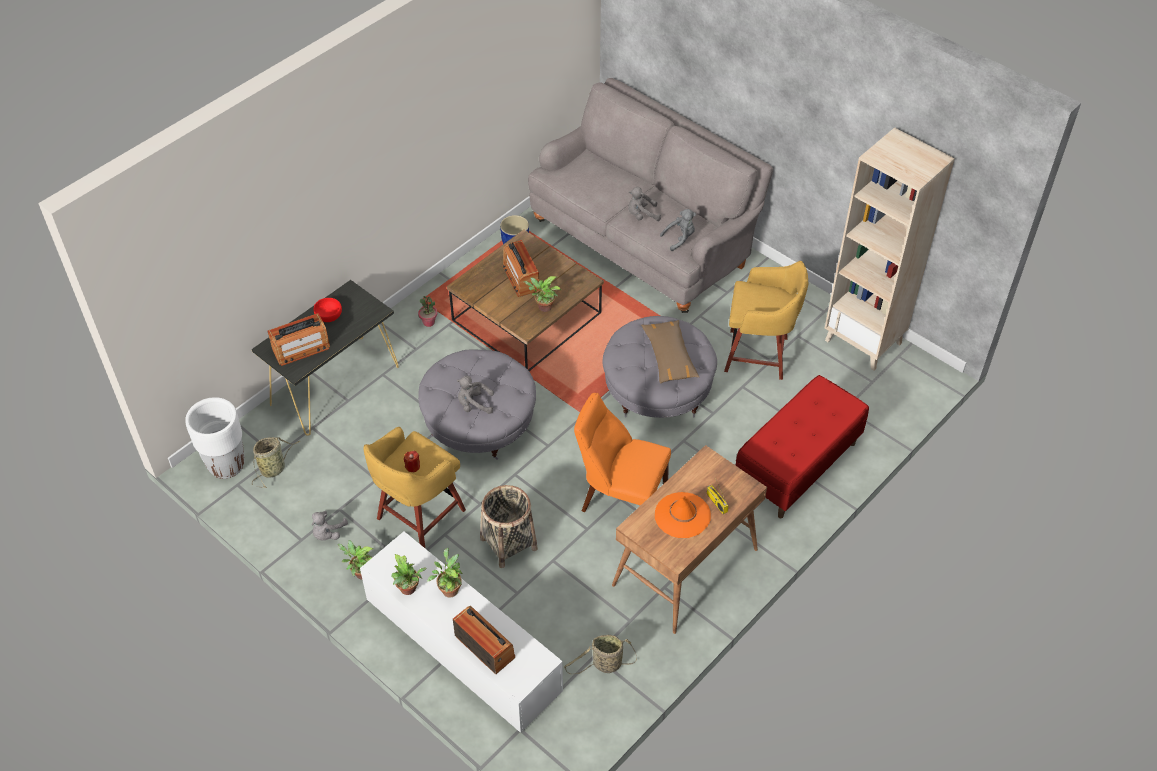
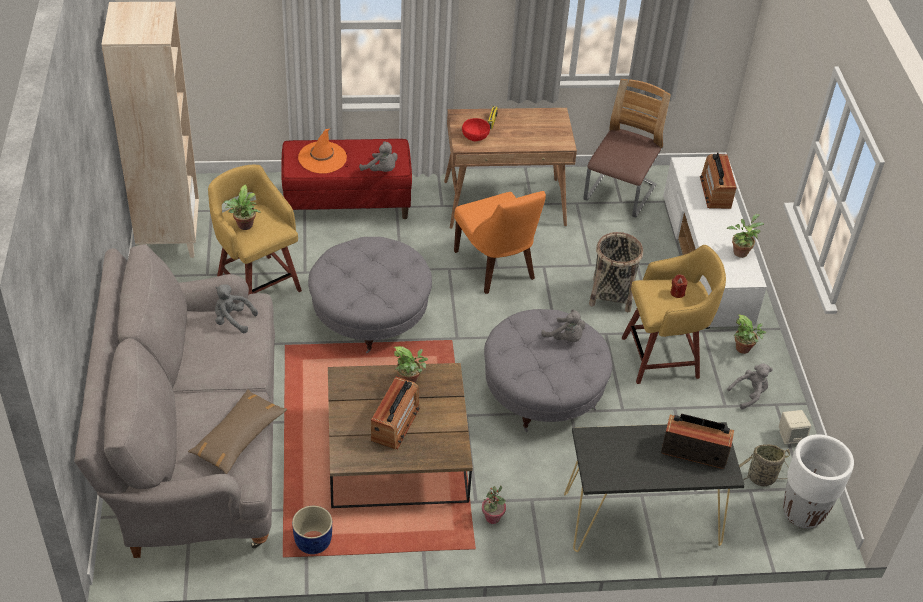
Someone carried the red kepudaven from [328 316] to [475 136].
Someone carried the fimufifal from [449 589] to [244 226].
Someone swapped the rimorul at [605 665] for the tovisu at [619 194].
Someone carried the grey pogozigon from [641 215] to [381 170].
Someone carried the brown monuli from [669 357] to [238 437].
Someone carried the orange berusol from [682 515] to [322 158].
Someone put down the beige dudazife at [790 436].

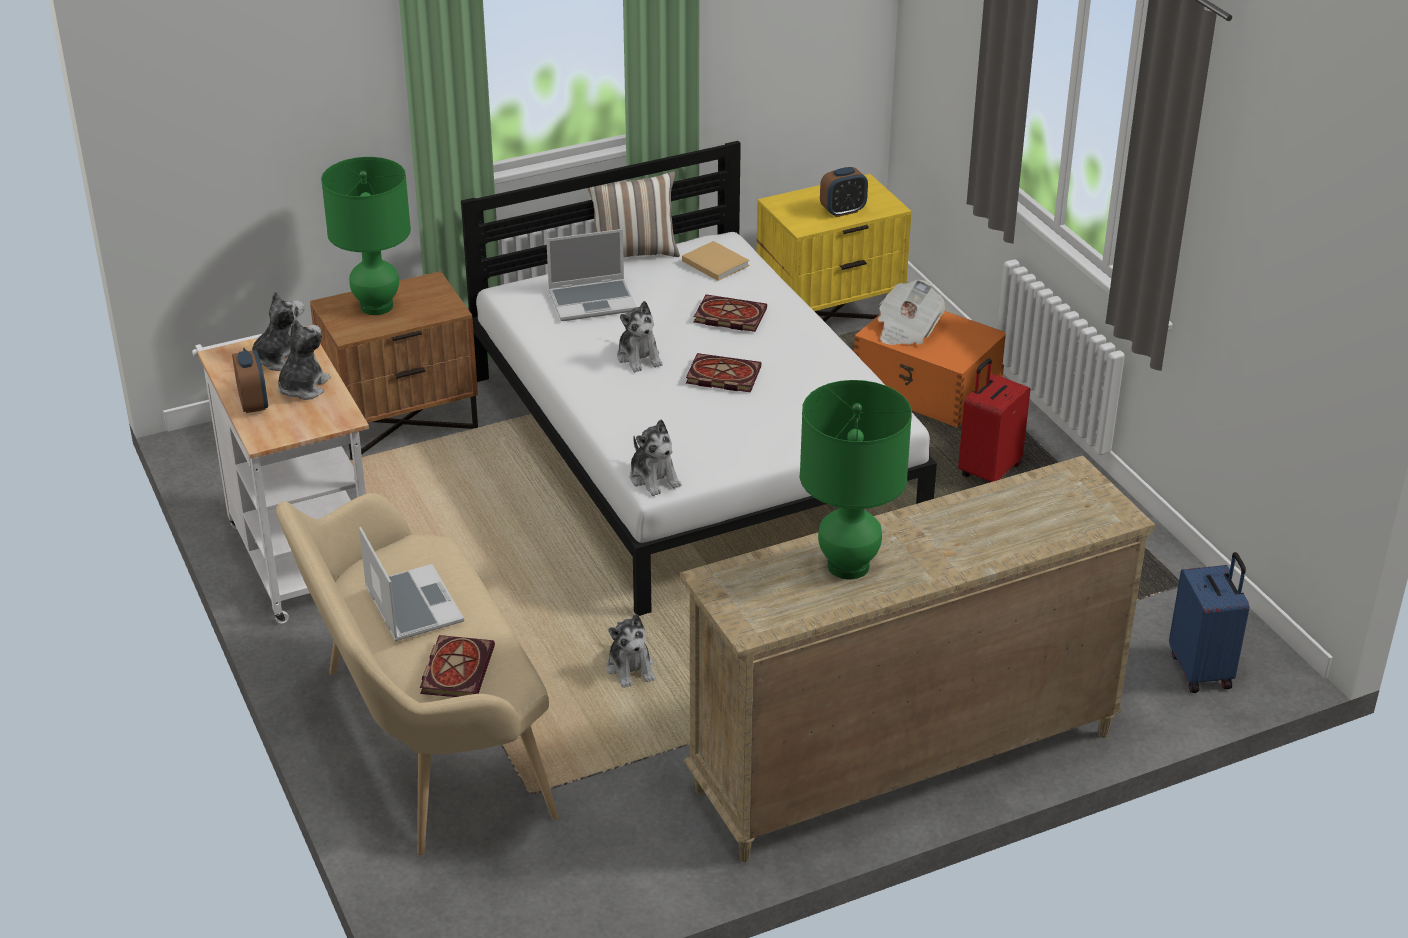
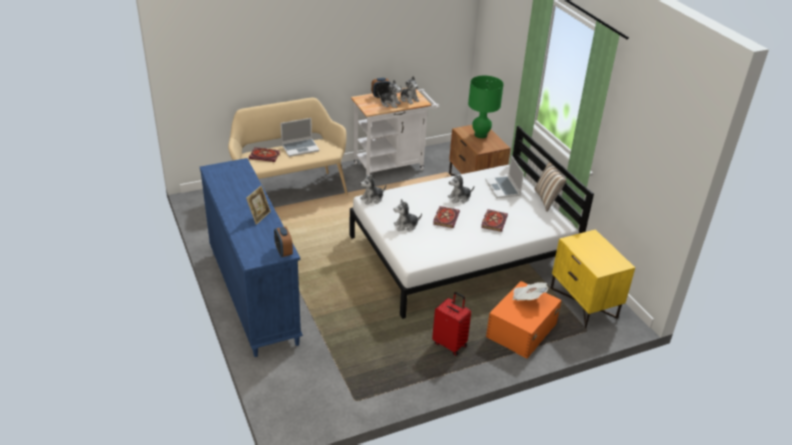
Someone carried the pogozigon from [631 668] to [406 226].
Someone repainted the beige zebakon at [902 762], which became the blue zebakon at [253 295].
Someone took away the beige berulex at [714 262].
Someone took away the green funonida at [848 566].
Someone carried the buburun from [843 211] to [283 252].
Someone took away the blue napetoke at [1202 670].
Someone put down the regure at [259 216].

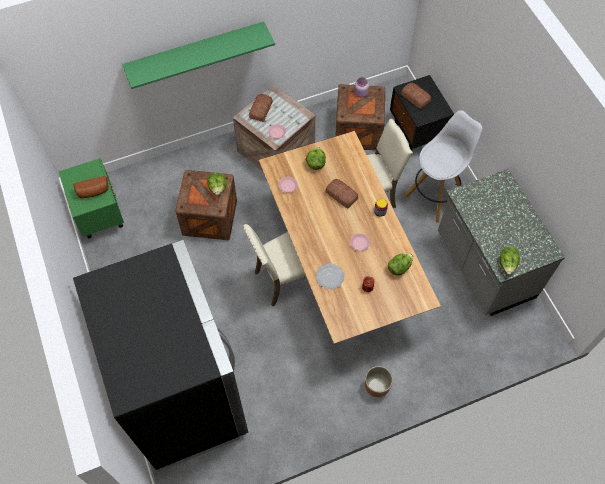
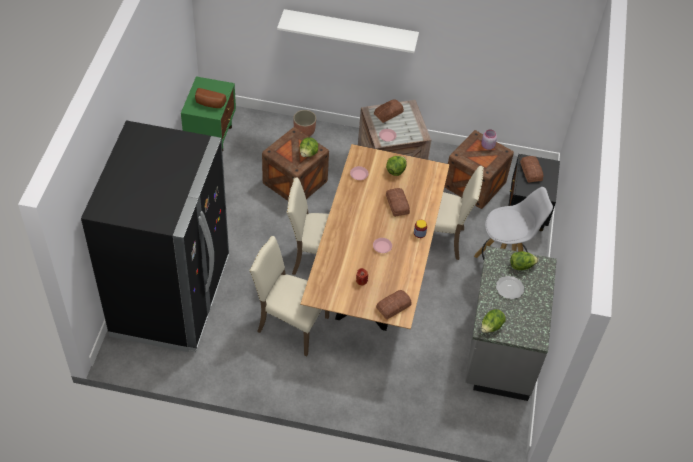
Someone repainted the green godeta at [195 51], which became the white godeta at [350 29].
Someone carried the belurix from [329 277] to [509 288].
Someone carried the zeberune from [376 386] to [304 131].
Someone carried the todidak from [399 267] to [521 266].
Someone put down the beige tovisu at [290 325].
Someone put down the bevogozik at [394 307].

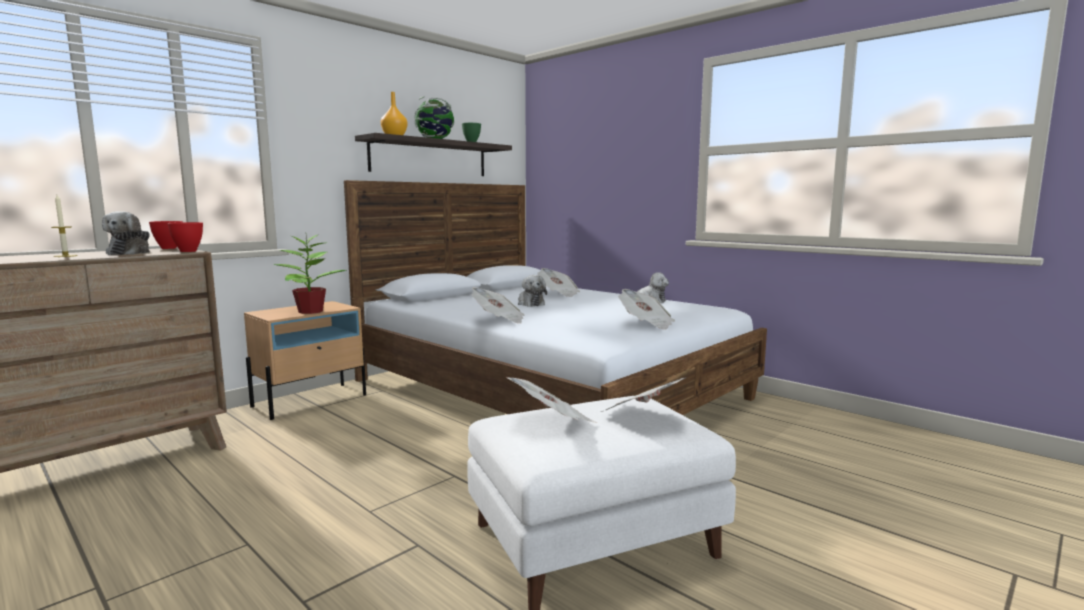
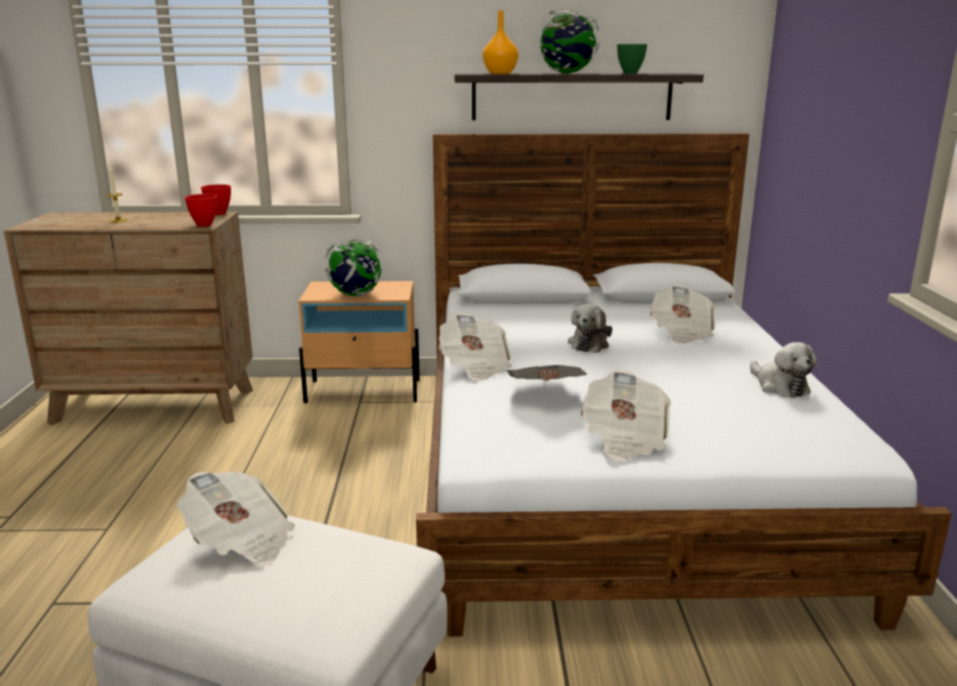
Someone took away the pogozigon at [130 253].
Someone swapped the fimufifal at [310 311] for the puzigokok at [355 295].
Someone carried the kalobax from [641 417] to [545 394].

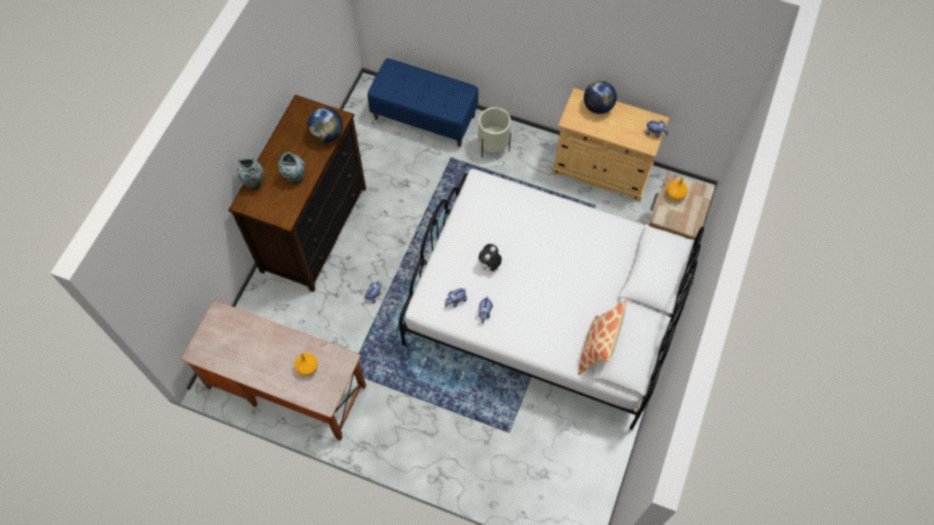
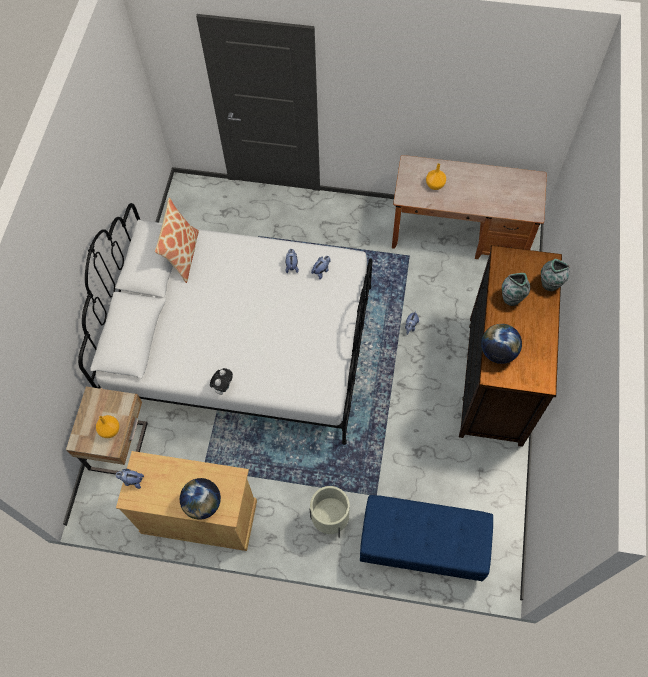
Someone carried the pogozigon from [489 265] to [223 387].

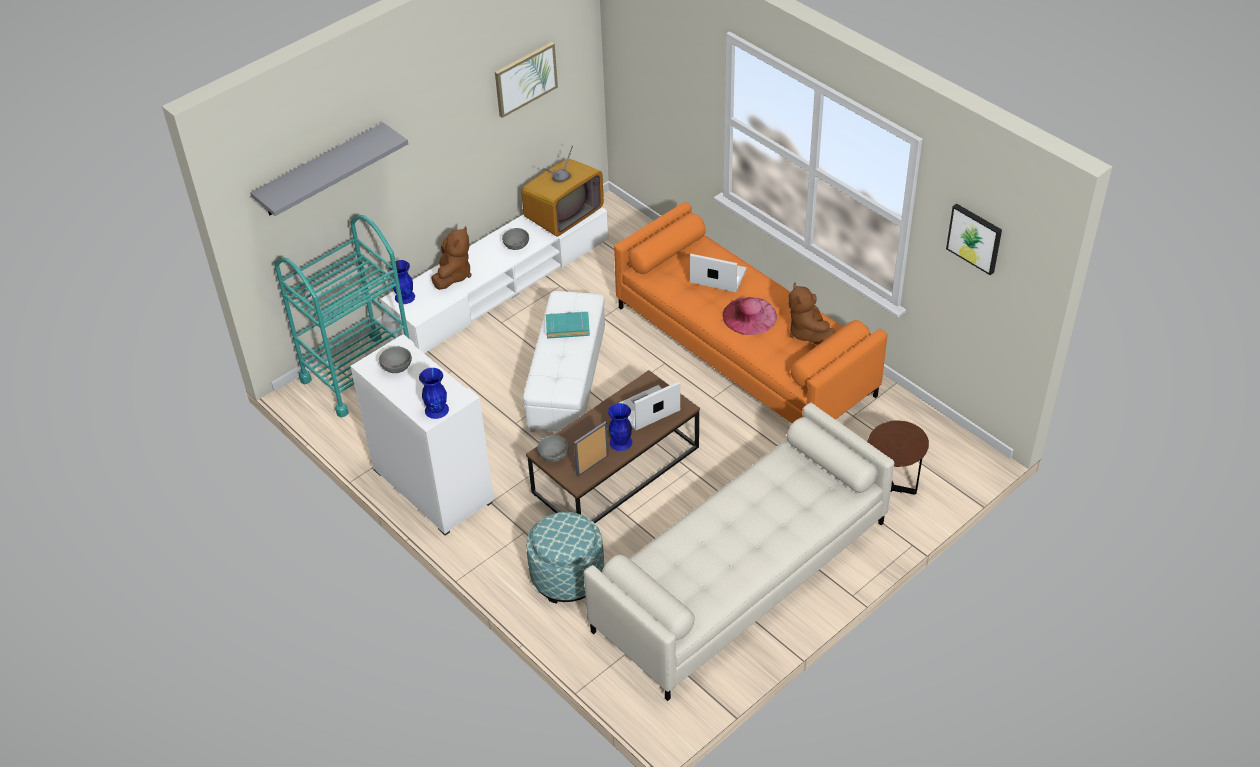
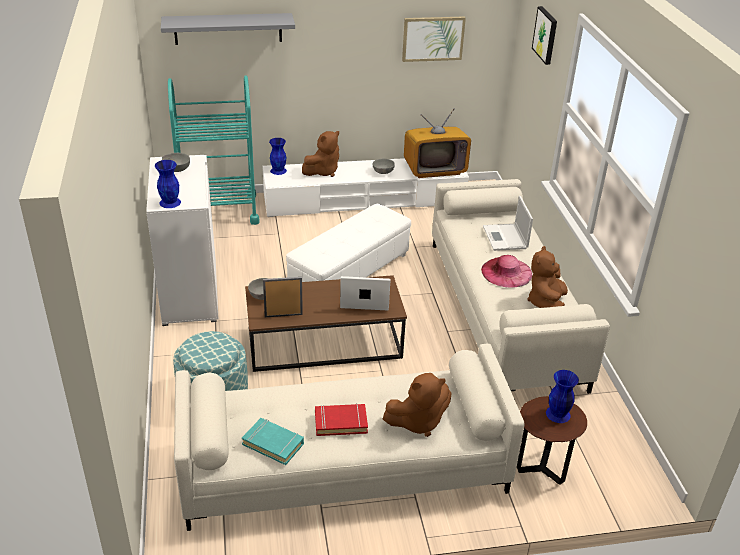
Someone carried the turquoise berulex from [567 327] to [273 444].
Someone carried the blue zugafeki from [620 442] to [557 414].
Someone repainted the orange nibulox at [745 351], which became the beige nibulox at [504 312].
Someone rotated the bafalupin at [717 276] by 150 degrees counterclockwise.
Someone carried the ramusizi from [975 238] to [546 35].
Someone put down the red berulex at [340 422].
Someone put down the brown pogozigon at [418 422].

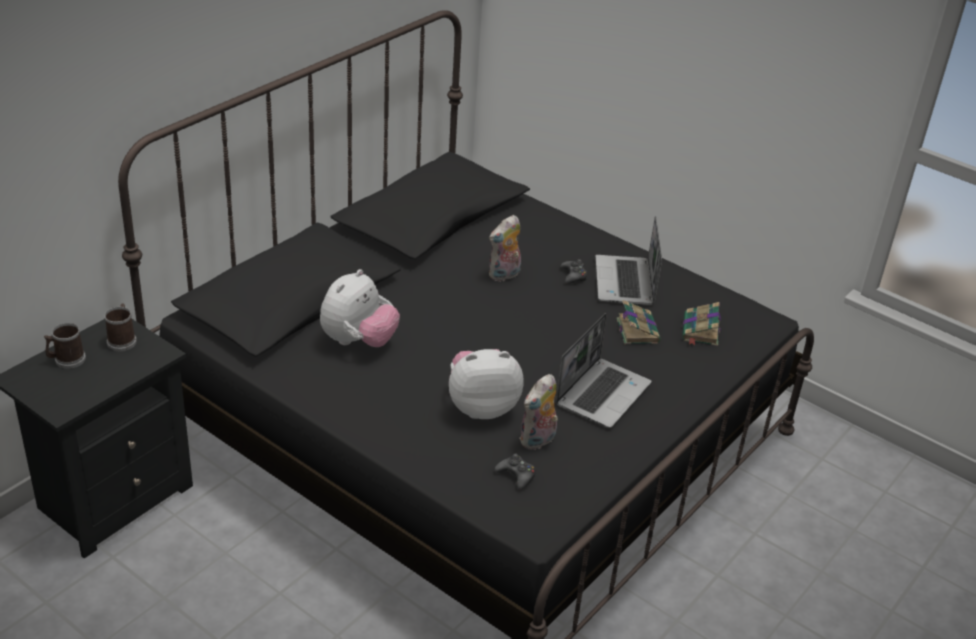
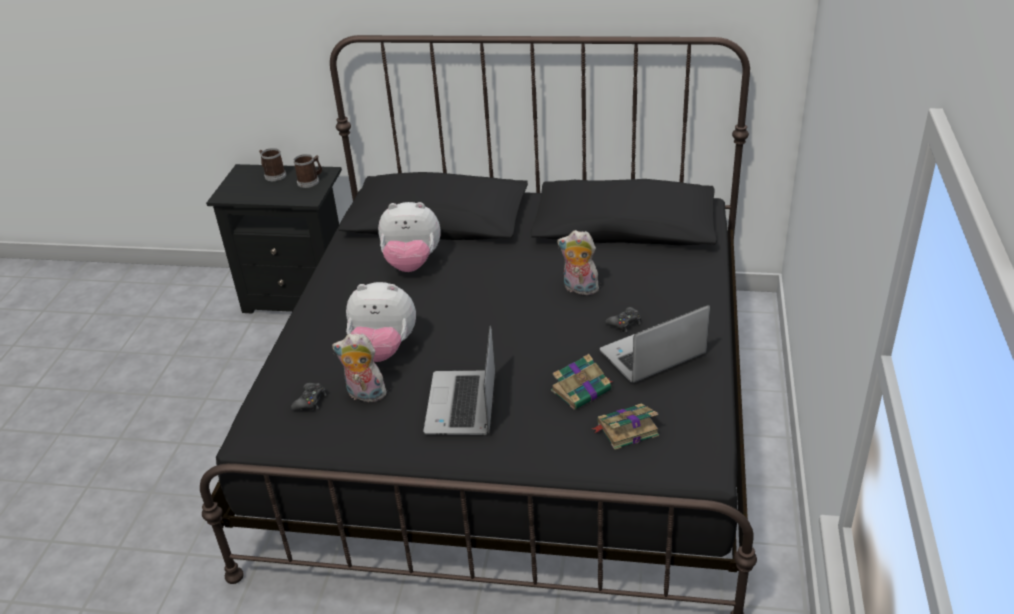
Someone rotated the pogozigon at [481 407] by 135 degrees clockwise.
Someone rotated the bafalupin at [602 393] by 90 degrees clockwise.

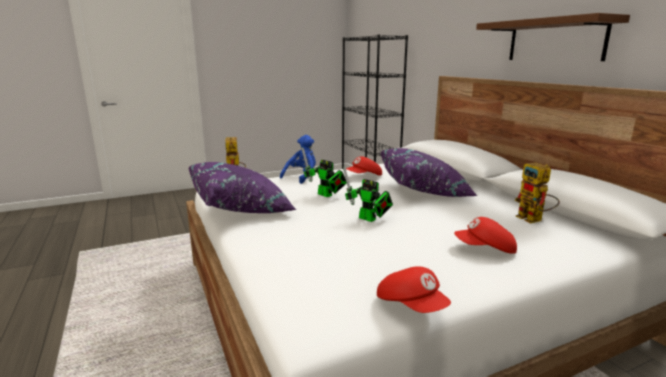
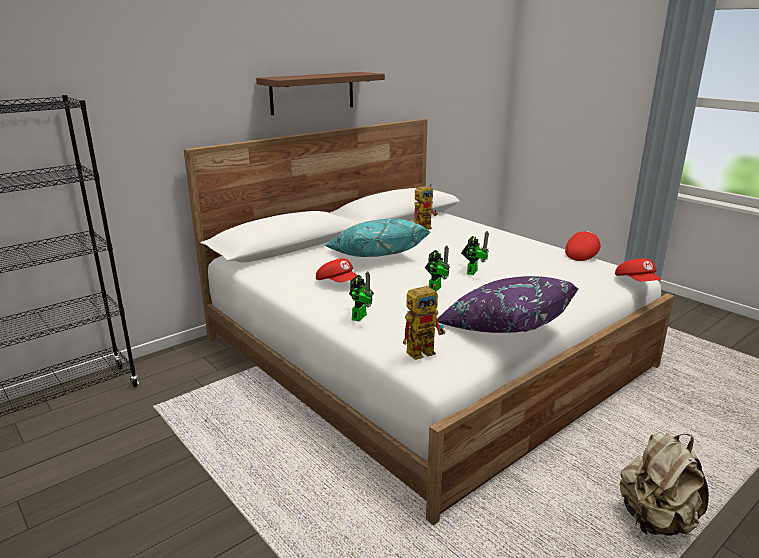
Someone swapped the blue pogozigon at [301 177] for the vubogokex at [360 316].
Someone repainted the purple monuli at [424 191], which became the turquoise monuli at [375 256].
Someone carried the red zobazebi from [485 249] to [636 282].
Someone put down the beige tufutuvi at [656 520].

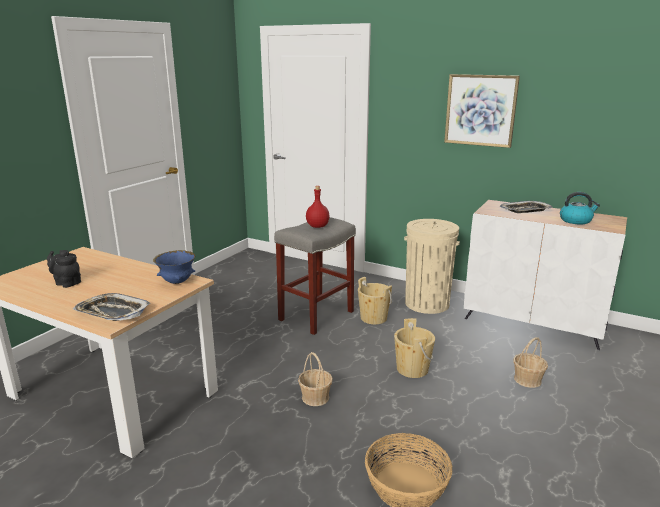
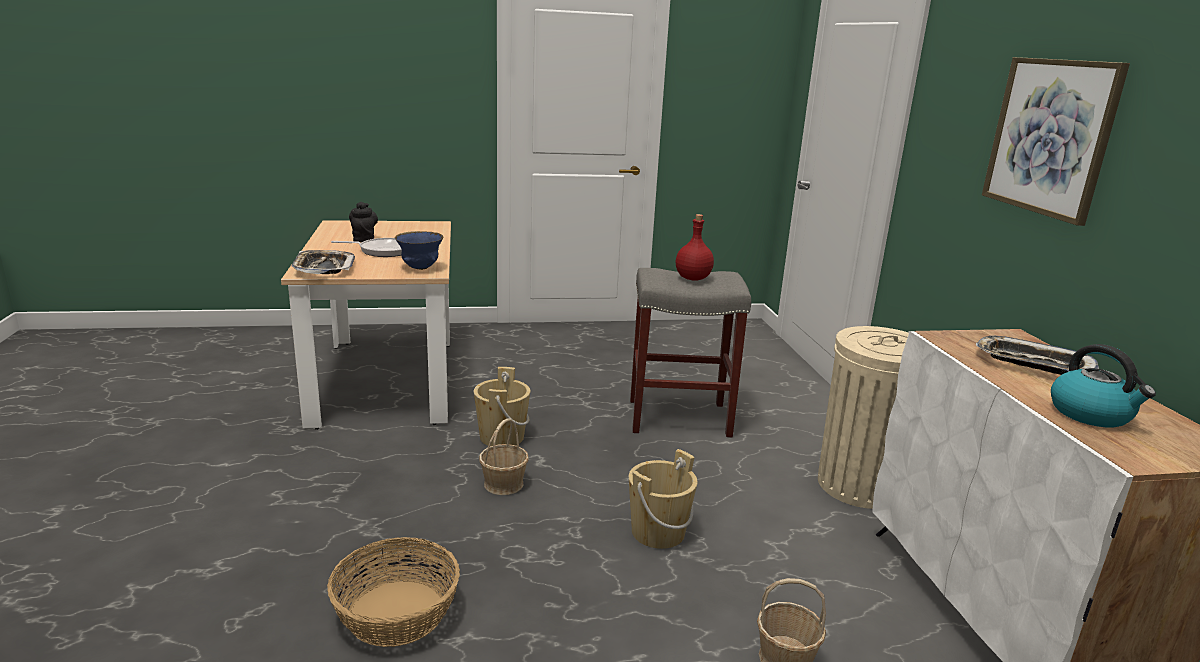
Someone carried the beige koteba from [373 318] to [502 437].
Someone put down the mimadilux at [383 251].

